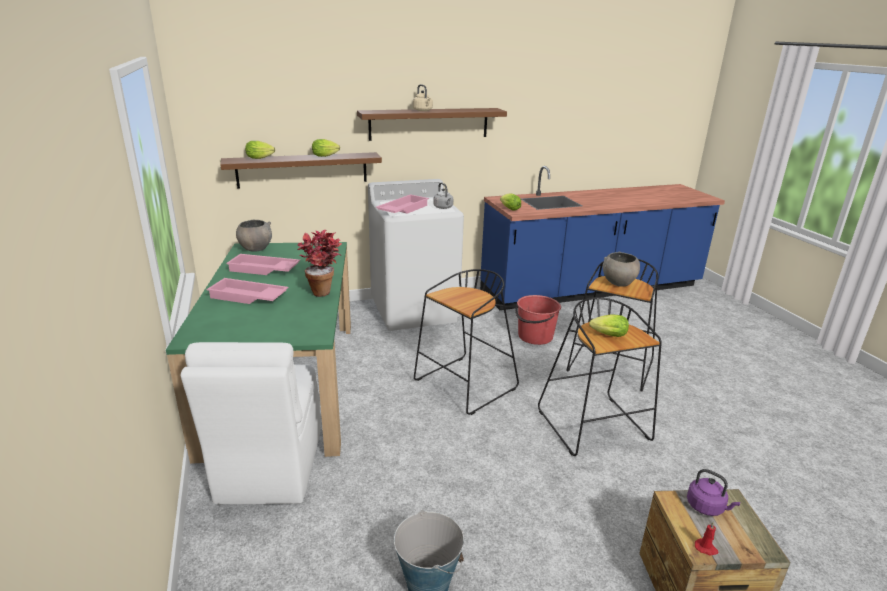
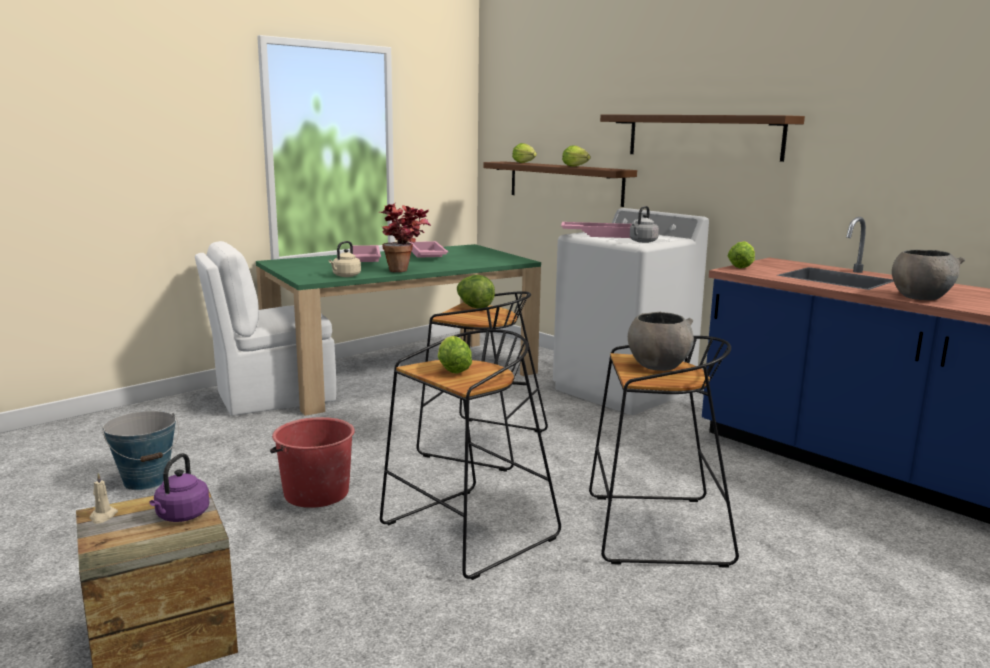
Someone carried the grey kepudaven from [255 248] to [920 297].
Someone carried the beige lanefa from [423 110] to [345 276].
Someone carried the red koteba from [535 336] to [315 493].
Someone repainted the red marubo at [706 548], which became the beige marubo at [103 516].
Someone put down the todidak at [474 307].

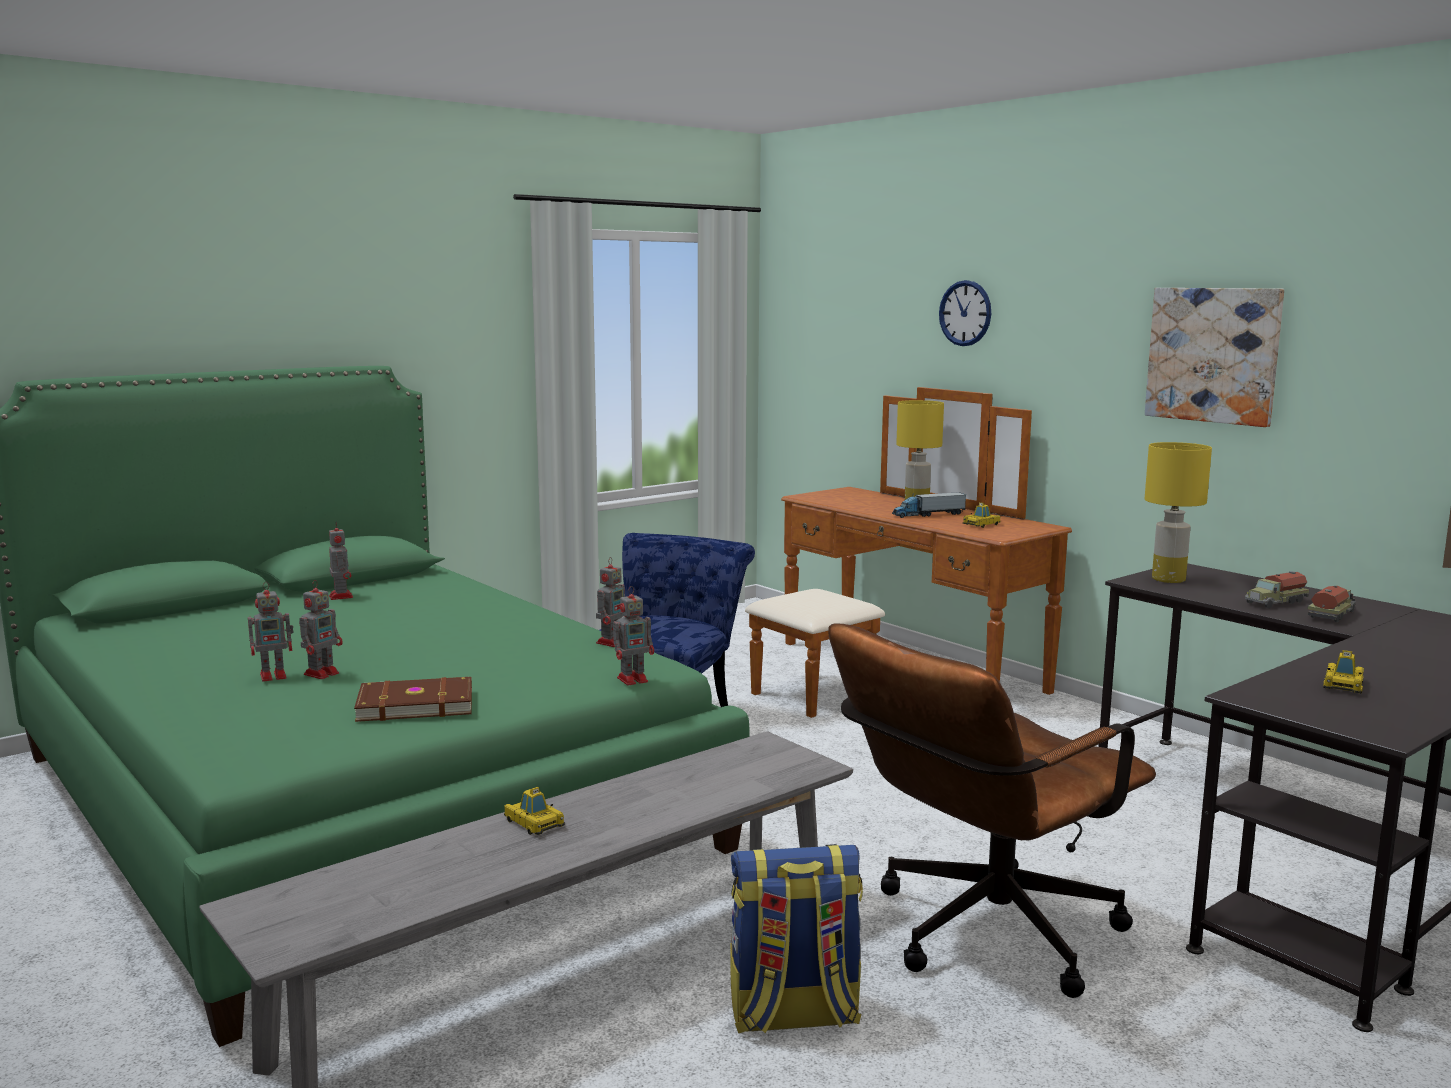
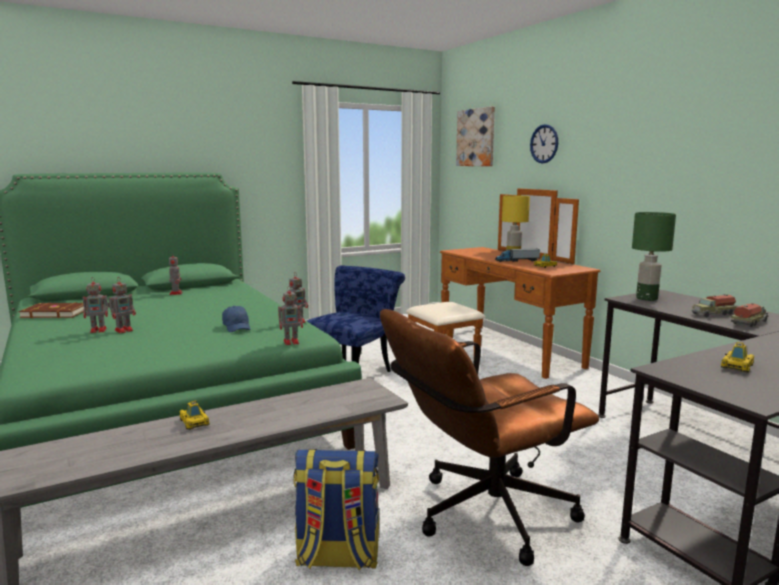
Someone carried the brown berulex from [415 704] to [55 313].
Someone carried the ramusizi from [1213 355] to [476 137].
Someone repainted the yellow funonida at [1169 579], which became the green funonida at [647 298].
Someone put down the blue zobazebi at [237 327].

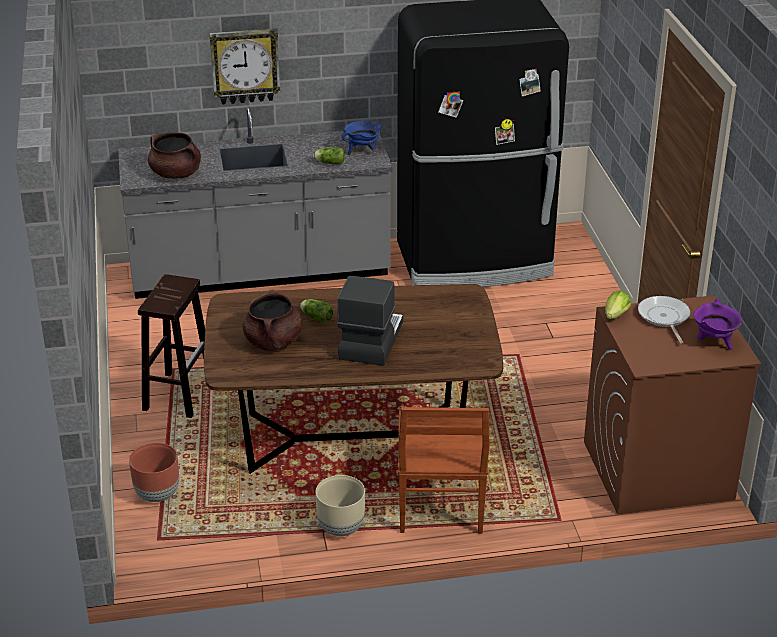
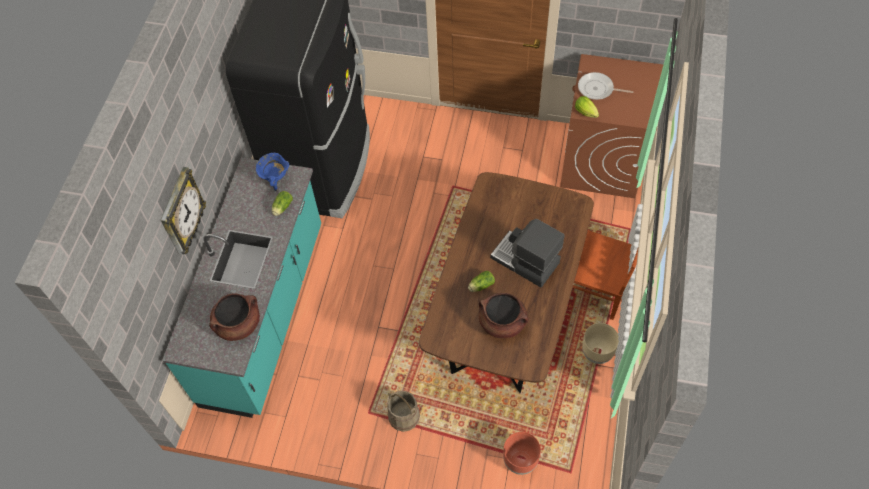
Someone repainted the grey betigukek at [260 274], which became the turquoise betigukek at [265 314].
Someone swapped the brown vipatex at [179 394] for the beige koteba at [403 416].
Someone took away the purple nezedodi at [714 342].

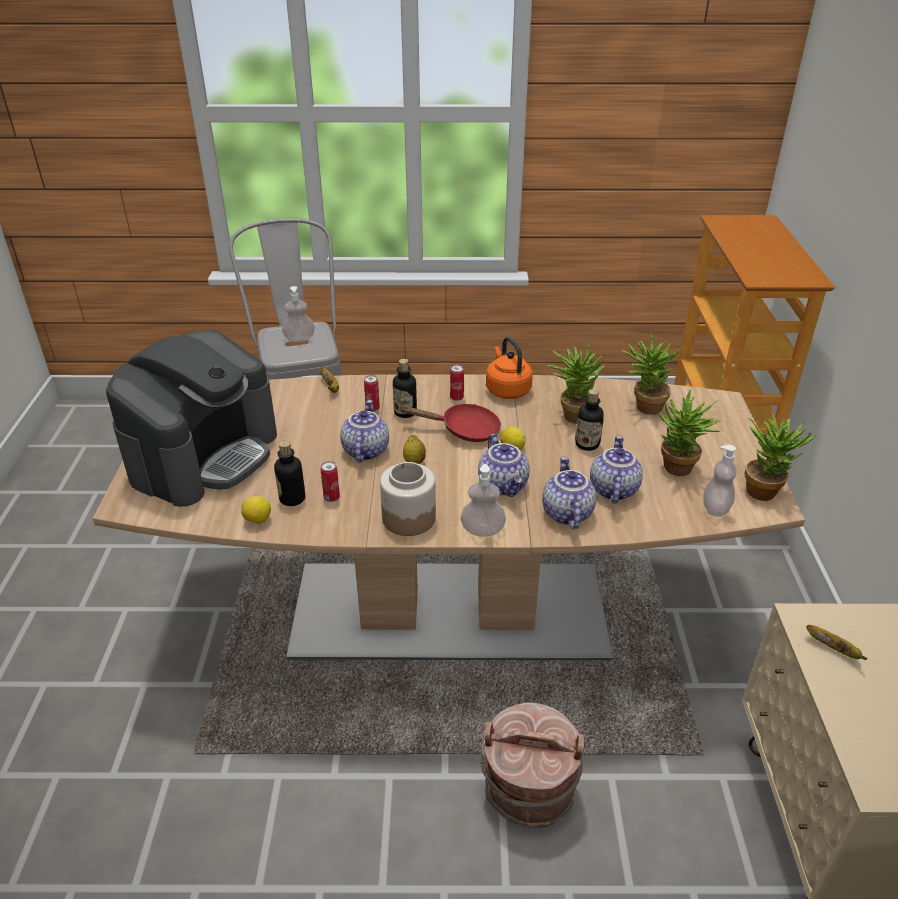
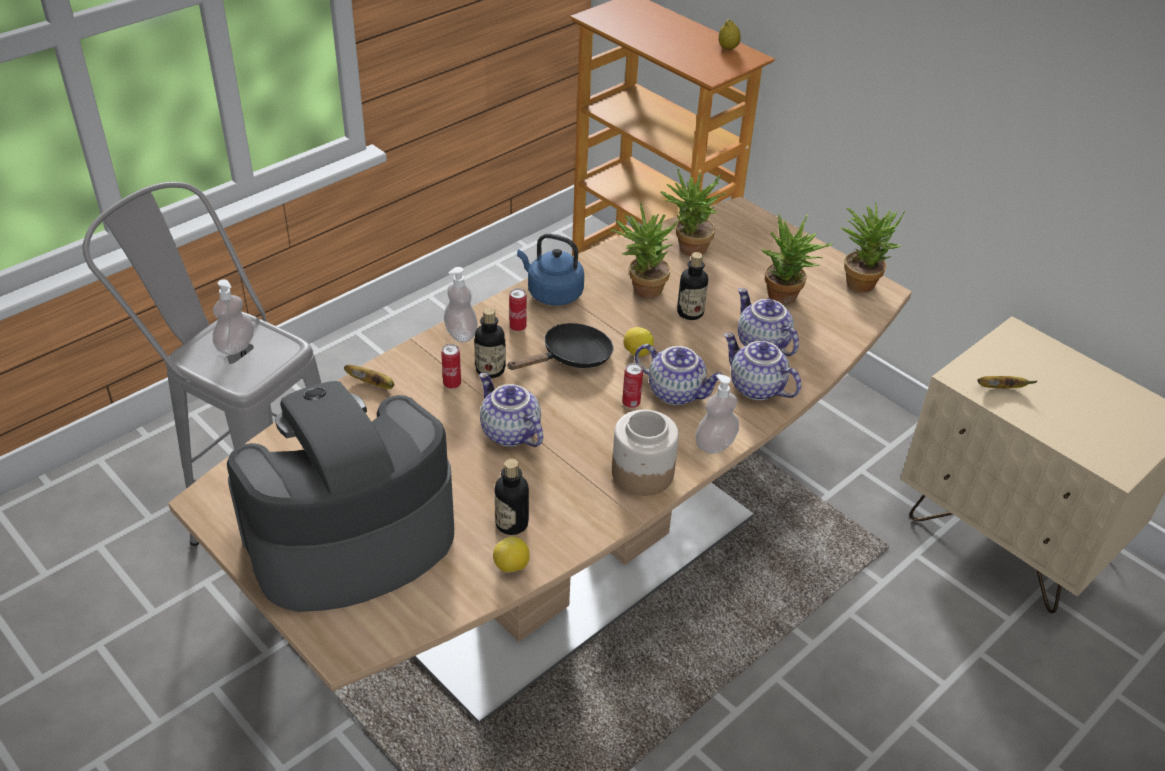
Someone rotated the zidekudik at [204 455] by 105 degrees counterclockwise.
Someone carried the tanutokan from [331 498] to [631 403].
Someone repainted the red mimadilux at [464 430], which became the black mimadilux at [571 358].
Someone carried the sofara from [414 462] to [728 48].
Someone took away the brown koteba at [528 792].
Someone repainted the orange lanefa at [507 389], which became the blue lanefa at [552 293].
Someone carried the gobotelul from [715 508] to [461 334].

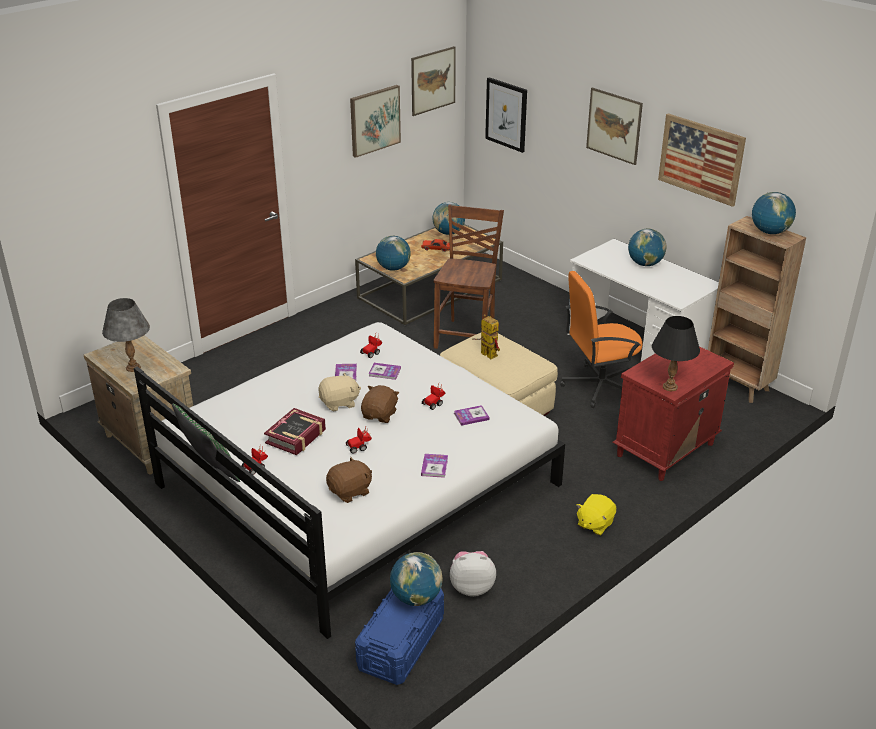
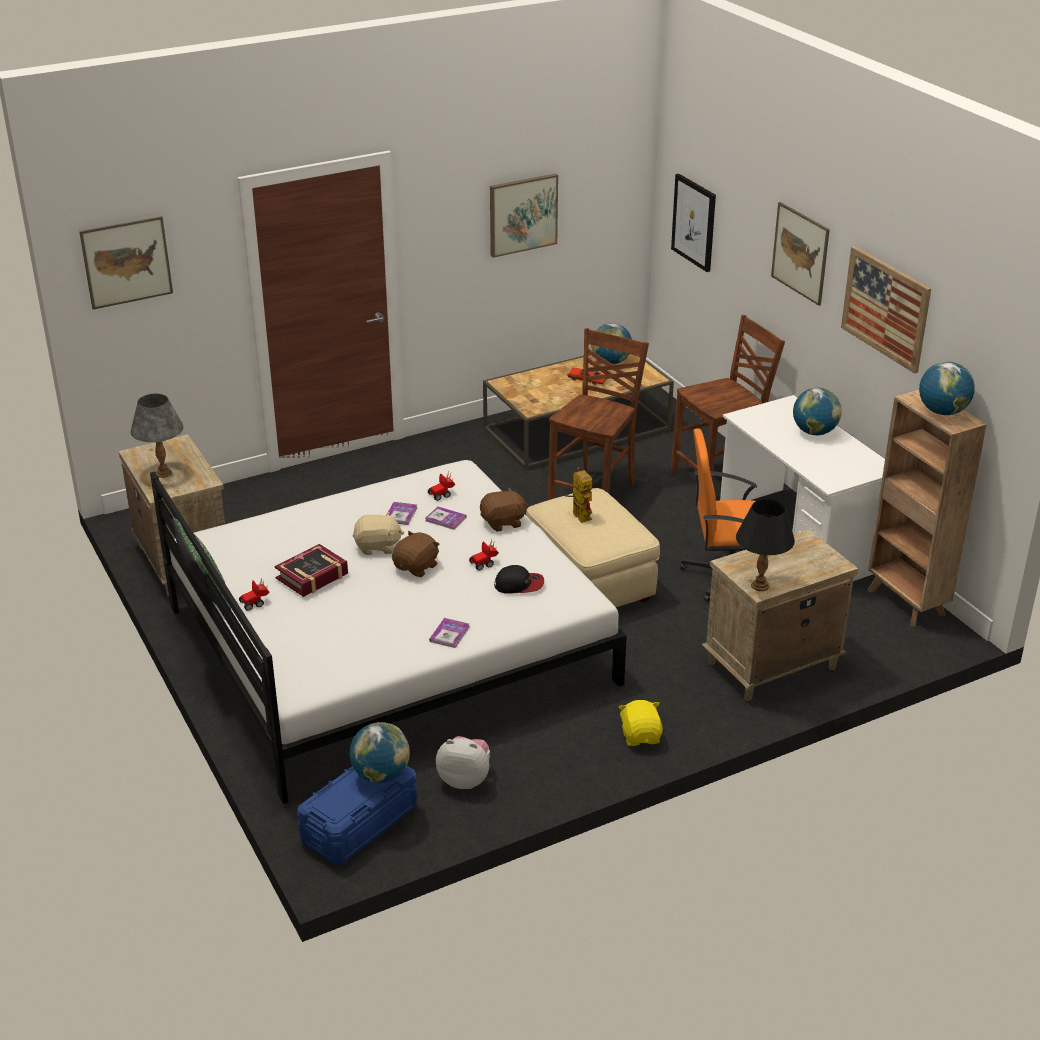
Someone carried the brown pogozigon from [350 492] to [503 522].
Someone took away the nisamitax at [359 447].
Someone took away the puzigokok at [393 268].
Someone carried the ramusizi from [433 80] to [127 262].
Someone swapped the berulex at [471 416] for the zobazebi at [519 584].
Someone rotated the yellow pogozigon at [594 524] by 120 degrees clockwise.
Someone repainted the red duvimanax at [665 450], which became the beige duvimanax at [771 666].
Someone put down the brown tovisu at [720 476].

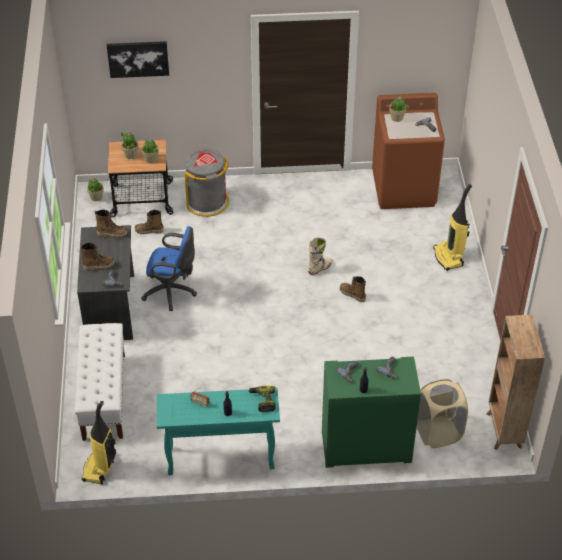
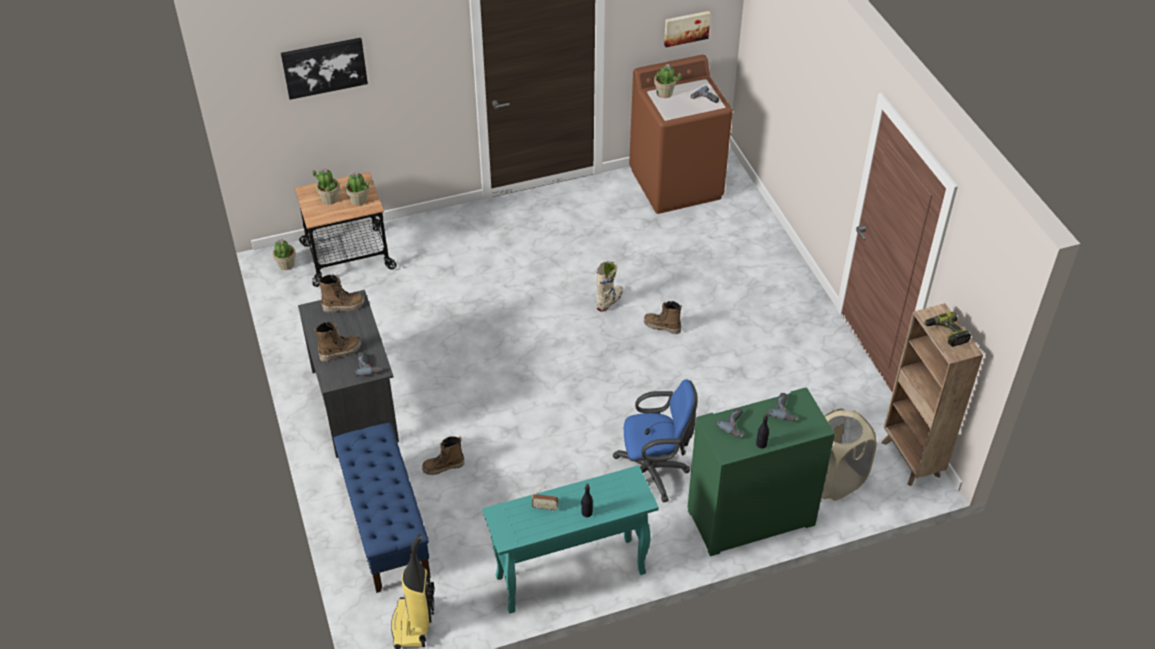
Someone repainted the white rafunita at [104 396], which became the blue rafunita at [385 525].
Someone carried the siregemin from [149 231] to [443 467].
Someone carried the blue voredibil from [172 292] to [653 473].
Someone took away the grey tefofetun at [207 202].
Someone carried the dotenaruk from [262 401] to [946 333].
Someone took away the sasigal at [449 257].
Someone put up the ramusizi at [686 28].

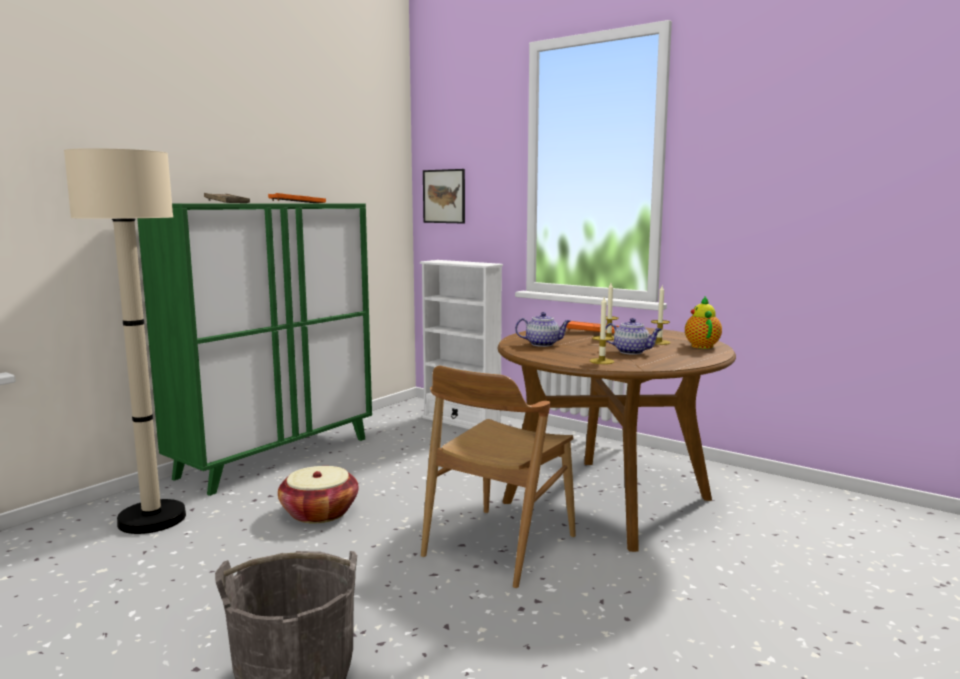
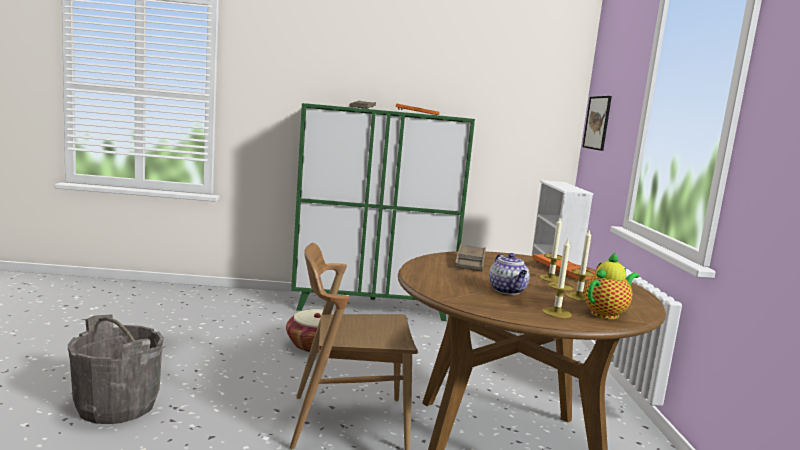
Someone took away the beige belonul at [152 519].
Someone swapped the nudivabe at [543 344] for the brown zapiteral at [470 262].
Someone carried the marubo from [601 361] to [556 313].

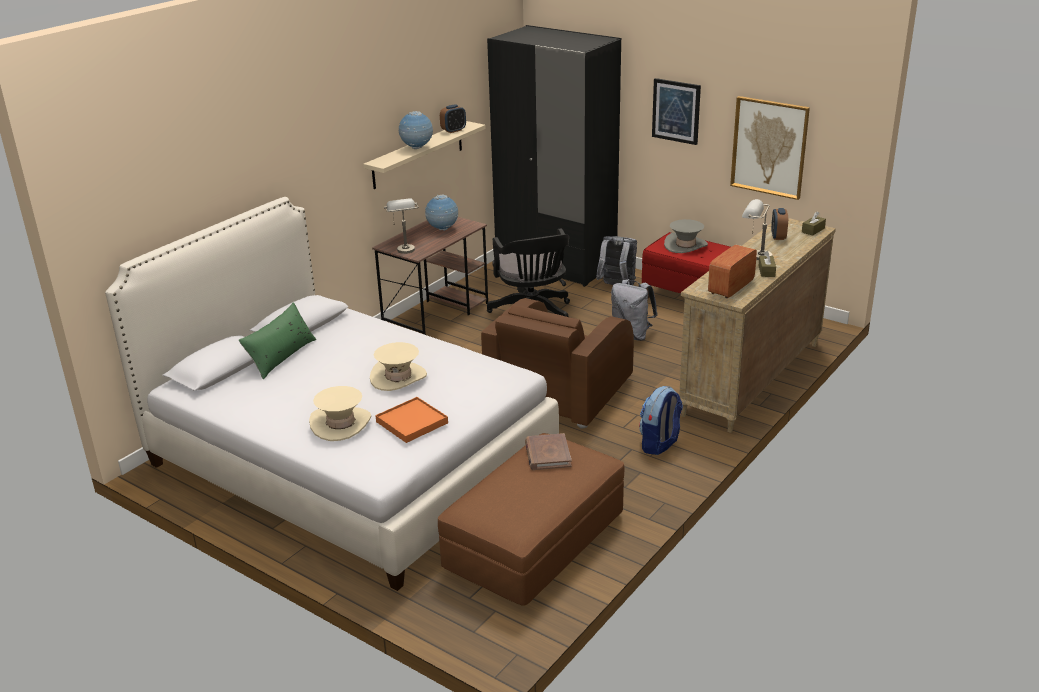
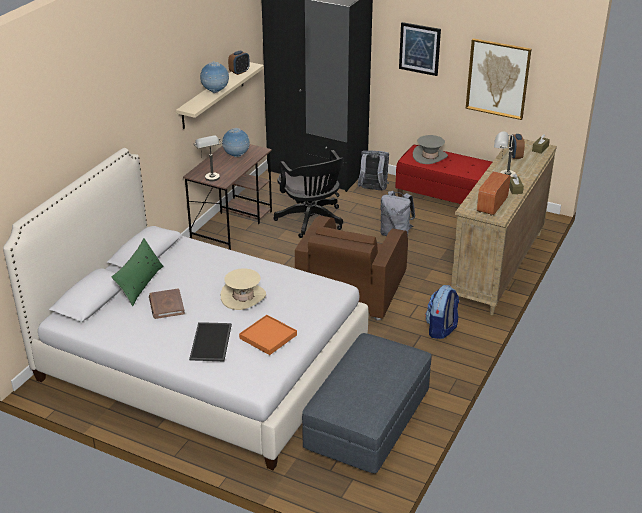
Someone swapped the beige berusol at [341 424] for the zapiteral at [211 342].
Someone repainted the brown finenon at [535 543], which became the grey finenon at [367 420].
Someone carried the brown berulex from [547 454] to [166 305].

